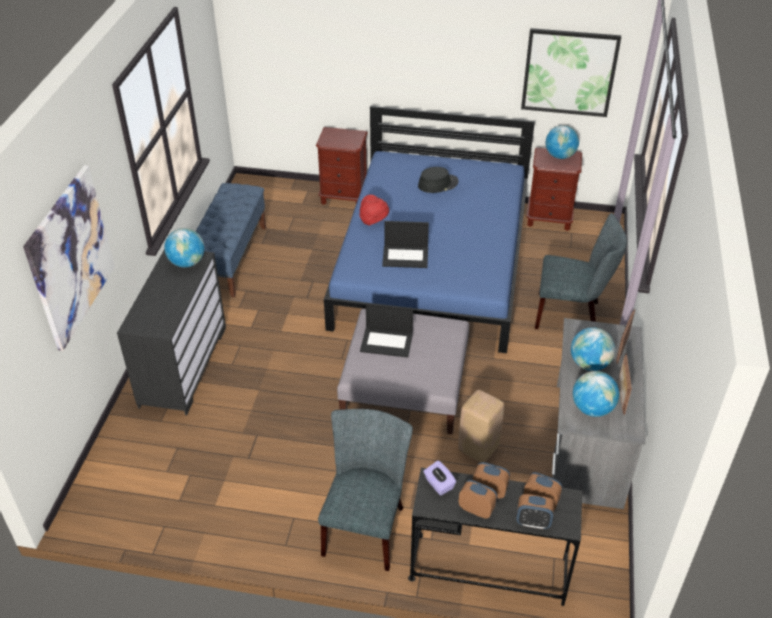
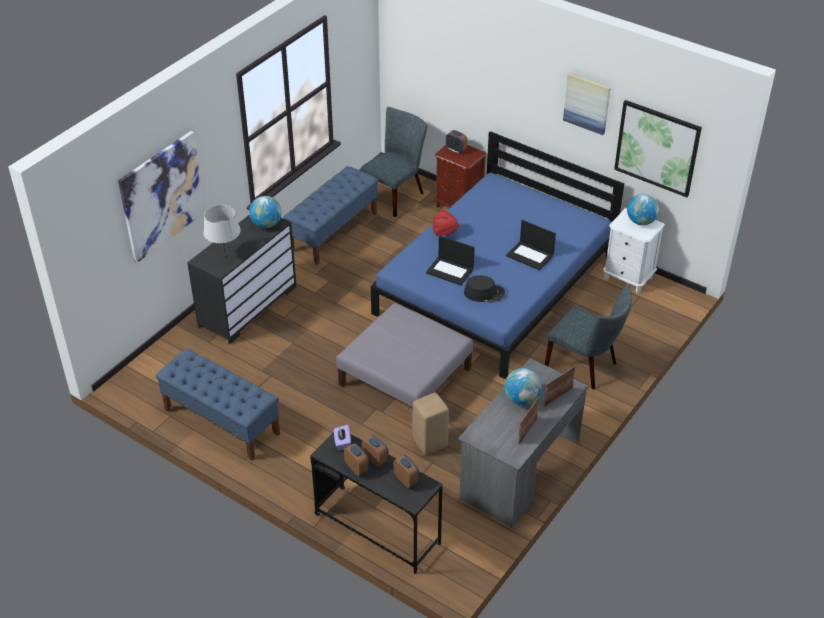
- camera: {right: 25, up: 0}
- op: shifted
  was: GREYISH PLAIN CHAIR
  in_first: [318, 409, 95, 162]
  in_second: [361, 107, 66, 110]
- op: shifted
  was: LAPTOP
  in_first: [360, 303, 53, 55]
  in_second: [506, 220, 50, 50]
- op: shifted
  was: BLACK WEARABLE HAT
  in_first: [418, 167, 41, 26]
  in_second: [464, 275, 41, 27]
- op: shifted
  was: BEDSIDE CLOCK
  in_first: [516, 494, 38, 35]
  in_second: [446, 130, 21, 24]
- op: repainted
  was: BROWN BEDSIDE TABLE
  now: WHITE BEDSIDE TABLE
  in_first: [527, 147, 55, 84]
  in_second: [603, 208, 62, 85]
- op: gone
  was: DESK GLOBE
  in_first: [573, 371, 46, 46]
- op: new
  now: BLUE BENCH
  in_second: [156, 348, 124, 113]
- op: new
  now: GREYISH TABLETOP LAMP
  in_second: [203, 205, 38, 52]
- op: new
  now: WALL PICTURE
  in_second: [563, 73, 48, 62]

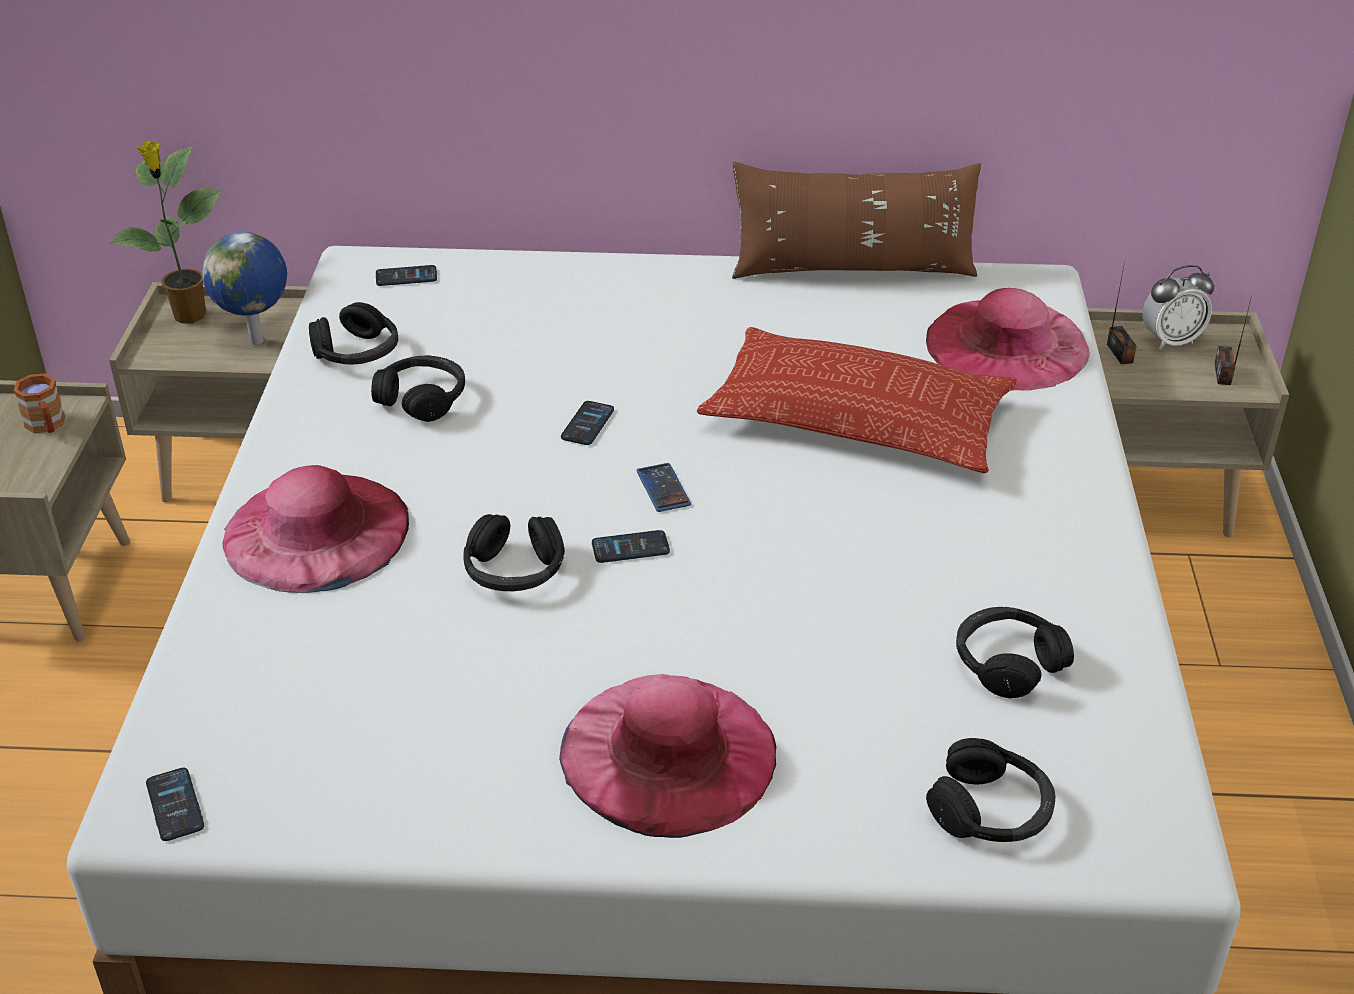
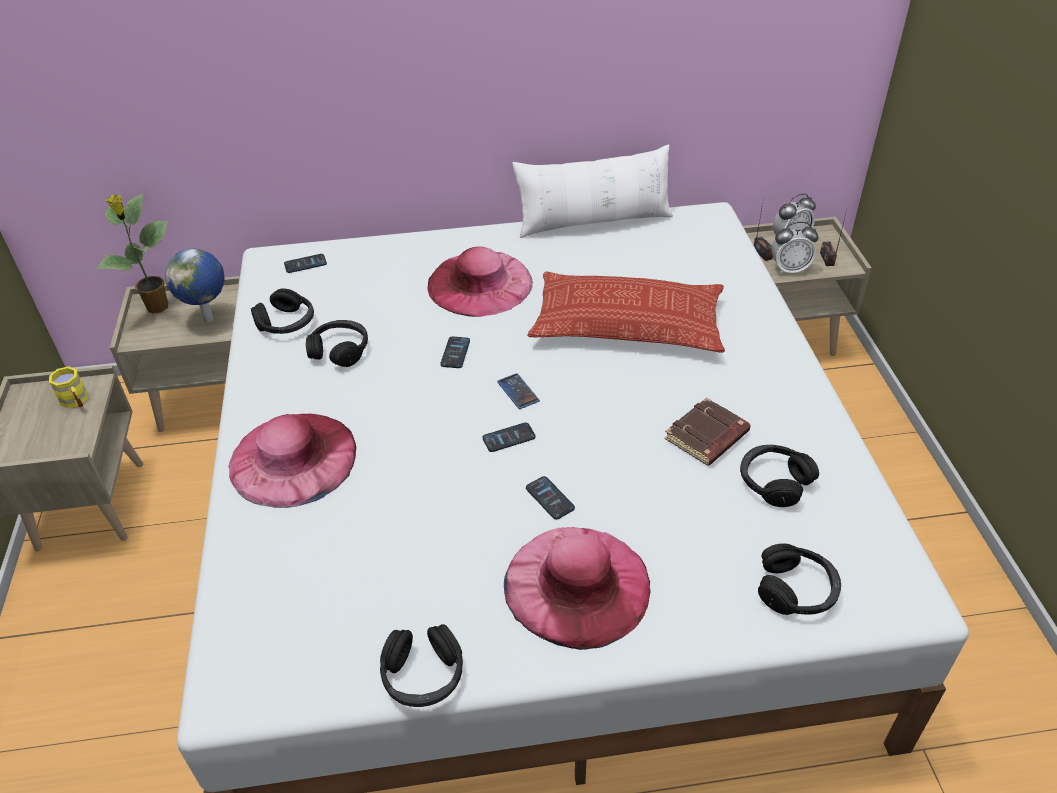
- camera: {right: -10, up: 5}
- op: repainted
  was: BROWN MUG
  now: YELLOWISH MUG
  in_first: [14, 373, 51, 60]
  in_second: [49, 366, 39, 42]
- op: shifted
  was: HANDSET
  in_first: [146, 768, 58, 73]
  in_second: [526, 476, 49, 44]
- op: shifted
  was: BLACK HEADPHONES
  in_first: [464, 514, 101, 77]
  in_second: [380, 624, 83, 83]
- op: repainted
  was: BROWN PILLOW
  now: WHITE PILLOW
  in_first: [732, 162, 249, 117]
  in_second: [512, 144, 161, 94]
- op: shifted
  was: PINK WEARABLE HAT
  in_first: [926, 288, 164, 103]
  in_second: [428, 247, 105, 70]
- op: new
  now: BROWN VOLUME
  in_second: [664, 397, 87, 68]
- op: new
  now: BEDSIDE CLOCK
  in_second: [771, 222, 47, 52]

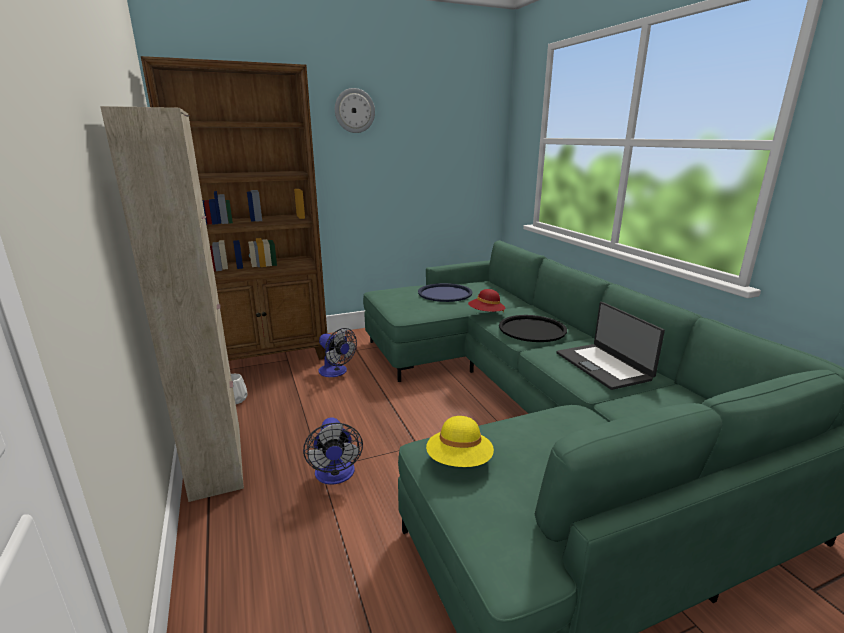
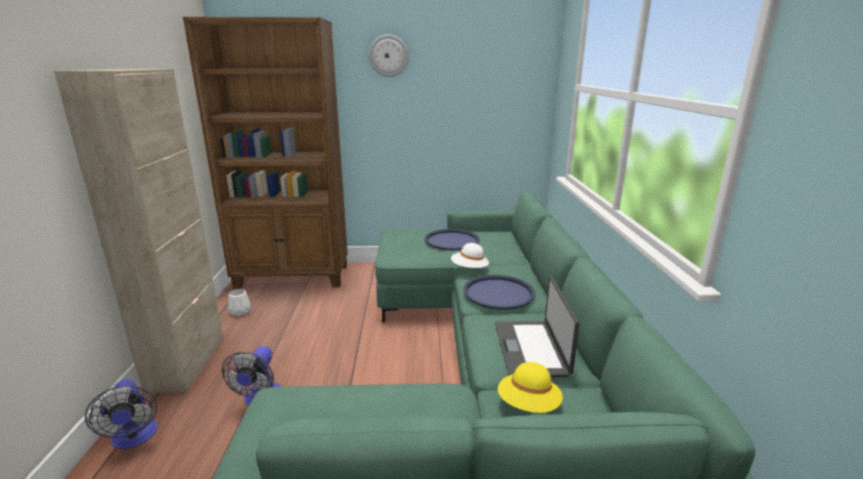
- camera: {right: 20, up: 0}
- op: shifted
  was: ELECTRIC FAN
  in_first: [318, 328, 39, 49]
  in_second: [85, 379, 73, 70]
- op: shifted
  was: YELLOWISH WEARABLE HAT
  in_first: [426, 416, 68, 51]
  in_second: [498, 362, 65, 51]
- op: repainted
  was: RED-COLOURED WEARABLE HAT
  now: WHITE WEARABLE HAT
  in_first: [468, 289, 37, 23]
  in_second: [451, 243, 38, 25]
- op: repainted
  was: BLACK CARRYING TRAY
  now: BLUE CARRYING TRAY
  in_first: [499, 315, 68, 27]
  in_second: [463, 275, 72, 35]

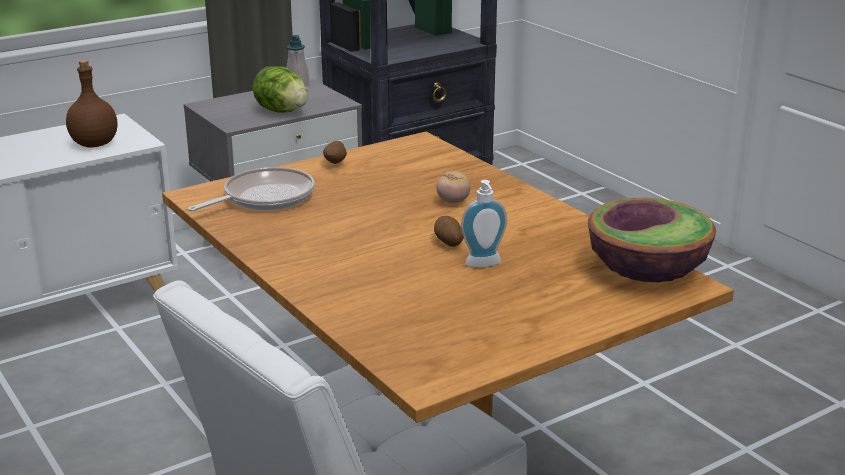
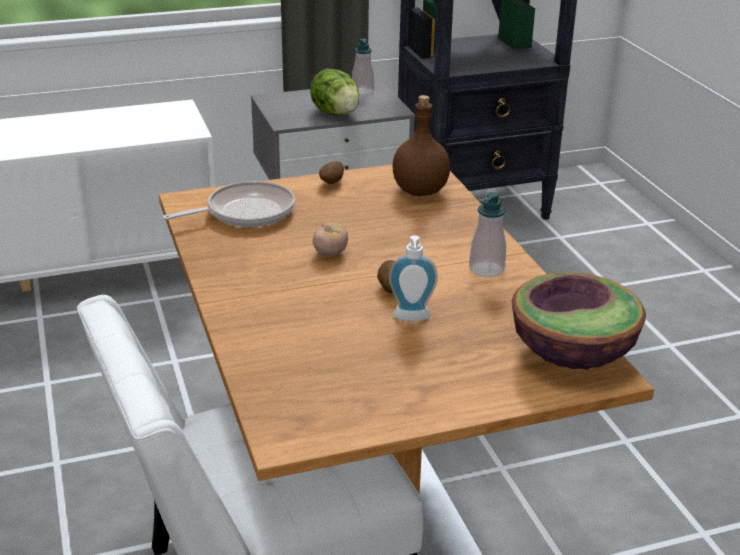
- camera: {right: 15, up: 5}
- op: shifted
  was: BROWN BEVERAGE BOTTLE
  in_first: [66, 60, 51, 87]
  in_second: [393, 95, 57, 101]
- op: shifted
  was: TOMATO
  in_first: [436, 171, 35, 33]
  in_second: [313, 222, 35, 34]
- op: new
  now: LIQUID SOAP BOTTLE
  in_second: [469, 192, 37, 85]

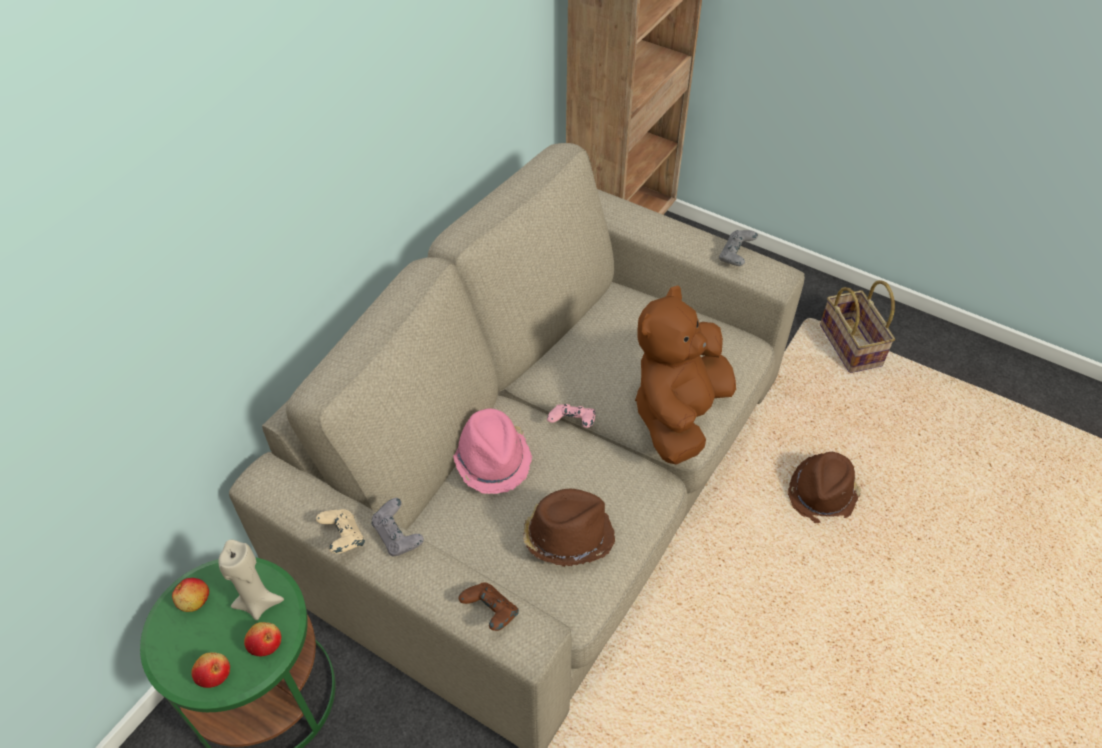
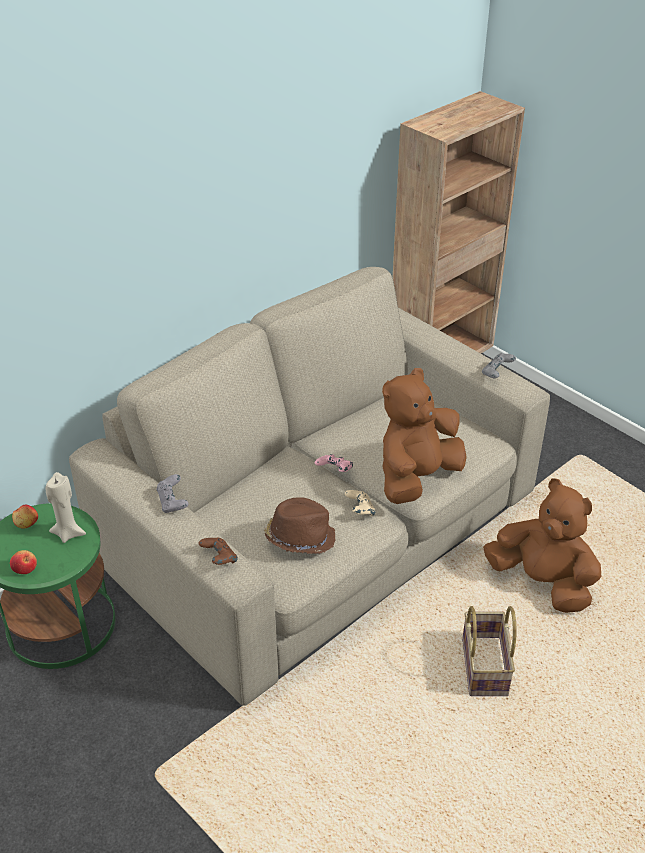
- camera: {right: 15, up: -10}
- op: gone
  was: APPLE FRUIT
  in_first: [244, 622, 37, 34]
- op: shifted
  was: BEIGE GAME CONTROLLER
  in_first: [316, 509, 49, 45]
  in_second: [345, 490, 31, 26]
- op: gone
  was: PINK WEARABLE HAT
  in_first: [453, 408, 79, 86]
- op: swapped
  was: BROWN WEARABLE HAT
  now: BROWN PLUSH TOY
  in_first: [788, 452, 73, 71]
  in_second: [483, 478, 118, 135]
- op: shifted
  was: BASKET
  in_first: [820, 280, 75, 93]
  in_second: [462, 606, 55, 90]

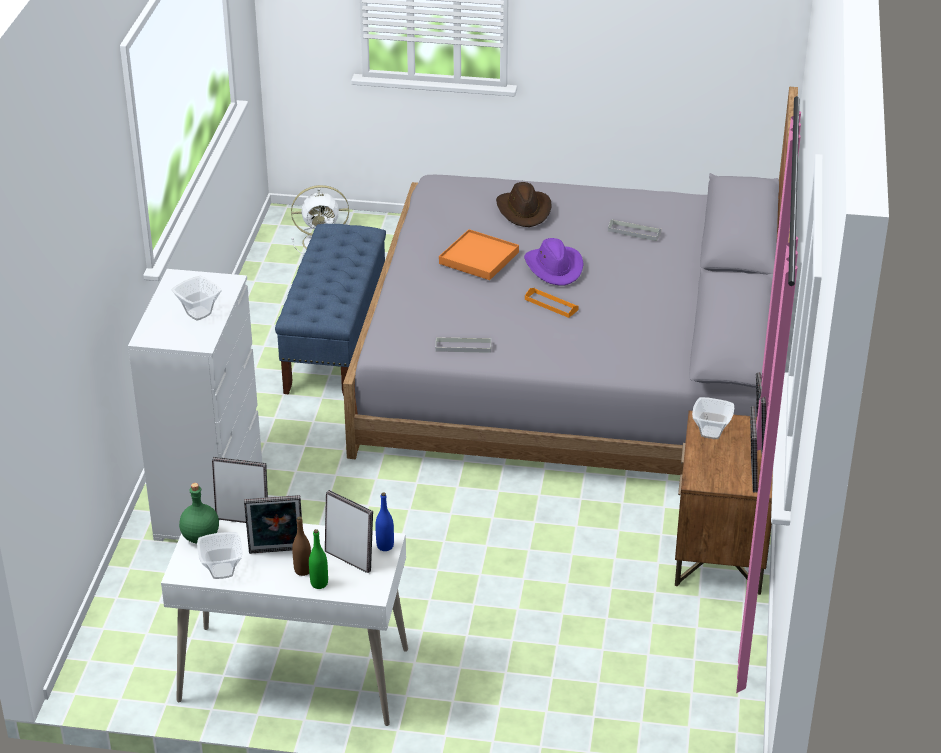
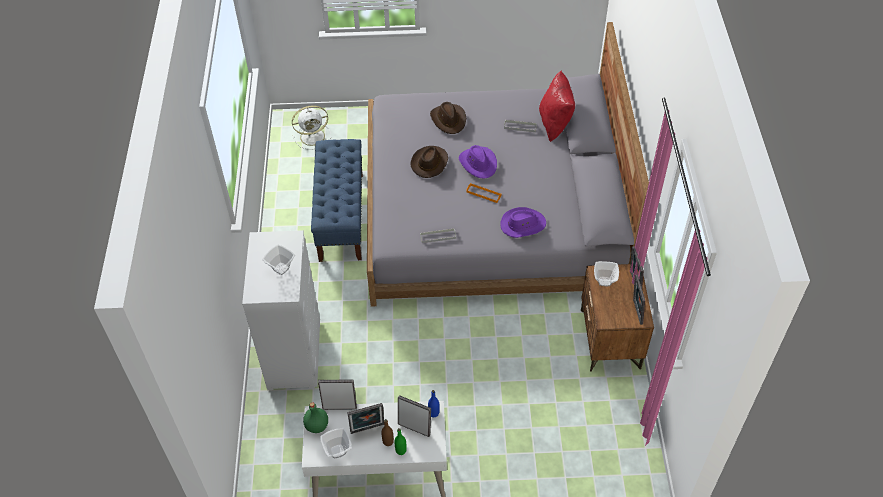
- camera: {right: -10, up: 15}
- op: swapped
  was: ORANGEY CARRYING TRAY
  now: BROWN WEARABLE HAT
  in_first: [439, 229, 80, 51]
  in_second: [410, 146, 38, 32]
- op: new
  now: PURPLISH WEARABLE HAT
  in_second: [500, 207, 46, 31]
- op: new
  now: RED-COLOURED PILLOW
  in_second: [539, 71, 36, 71]

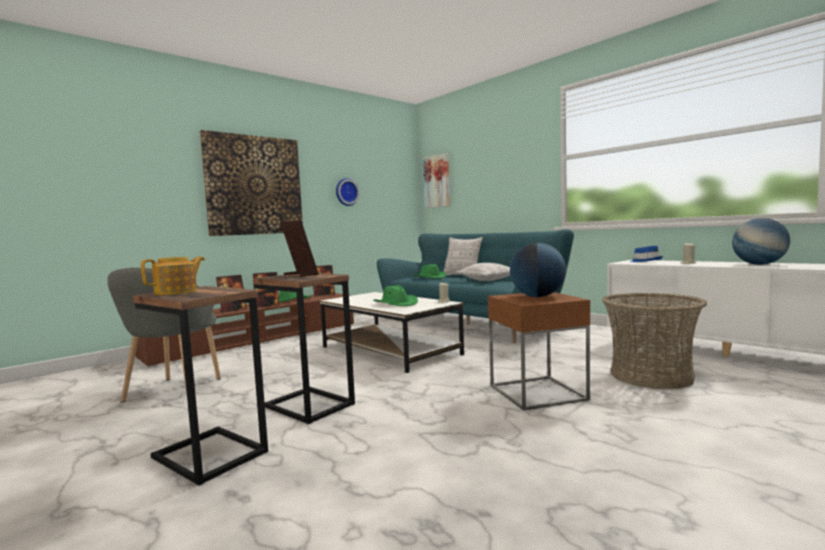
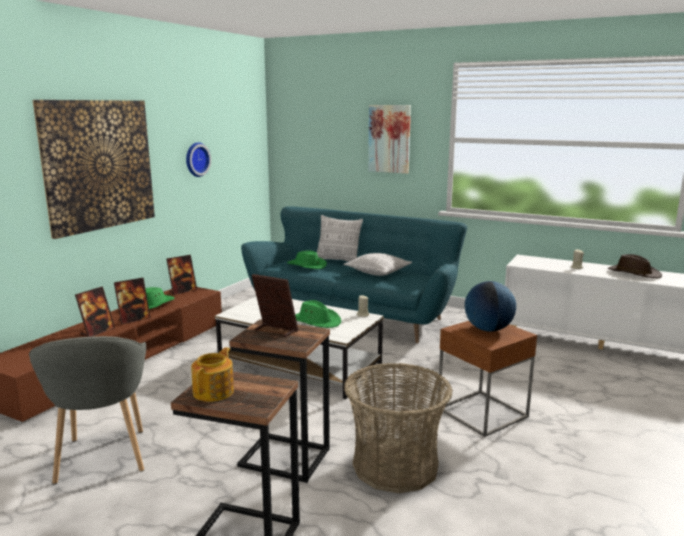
- camera: {right: -20, up: 10}
- op: shifted
  was: WALL PICTURE
  in_first: [423, 153, 27, 55]
  in_second: [368, 105, 43, 69]
- op: shifted
  was: BASKET
  in_first: [602, 293, 105, 96]
  in_second: [344, 363, 109, 130]
- op: gone
  was: BLUE WEARABLE HAT
  in_first: [629, 246, 34, 16]
- op: swapped
  was: DESK GLOBE
  now: BROWN WEARABLE HAT
  in_first: [732, 218, 58, 47]
  in_second: [608, 254, 54, 24]

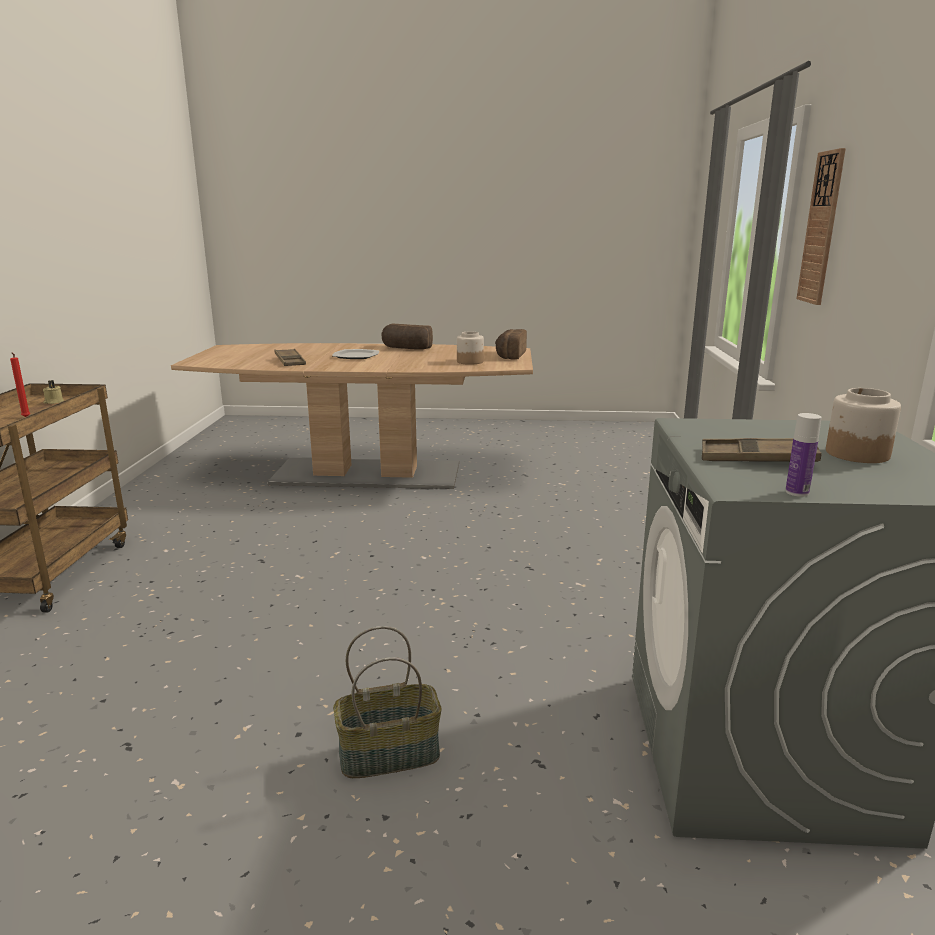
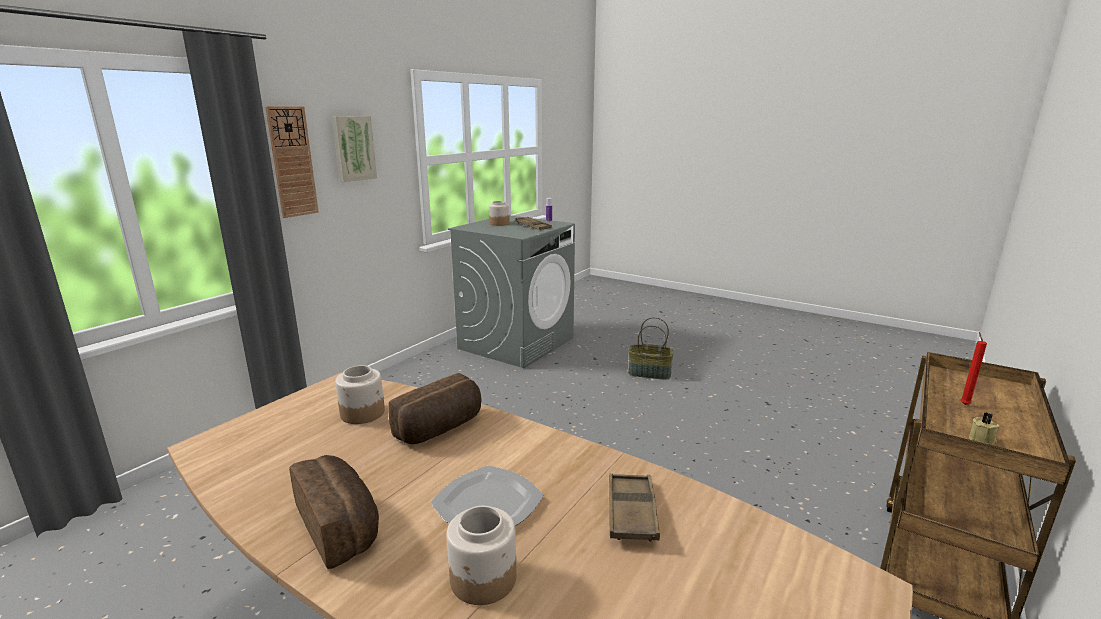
- camera: {right: -150, up: 0}
- op: shifted
  was: BAKERY BREAD
  in_first: [495, 329, 32, 31]
  in_second: [388, 373, 94, 71]
- op: new
  now: WALL PICTURE
  in_second: [332, 116, 45, 66]
- op: new
  now: STORAGE JAR
  in_second: [447, 506, 70, 99]

